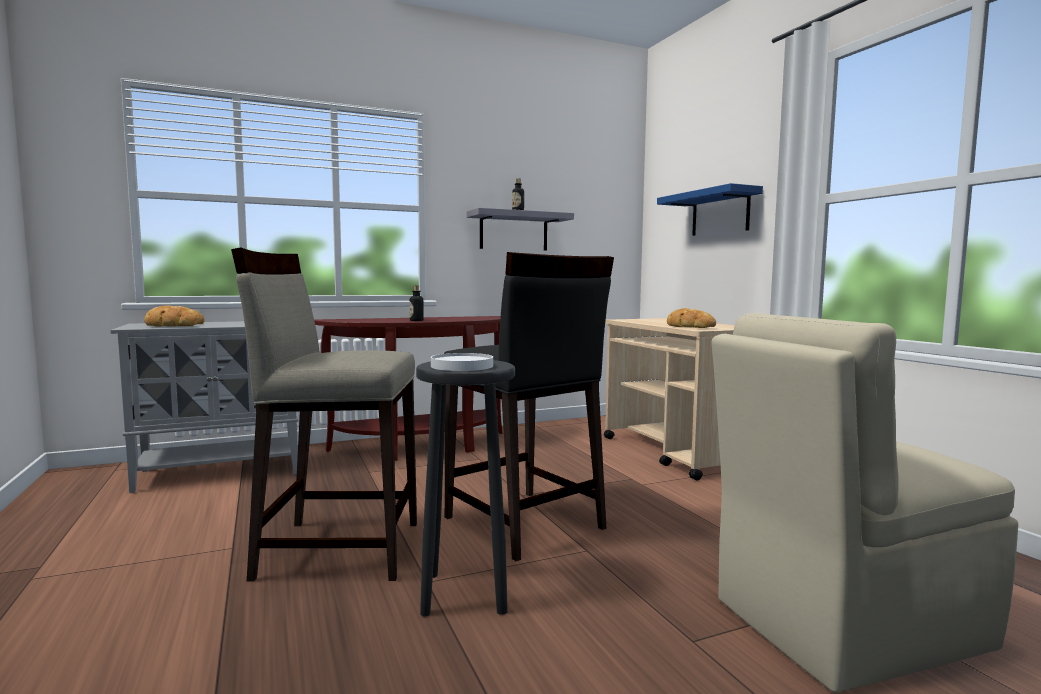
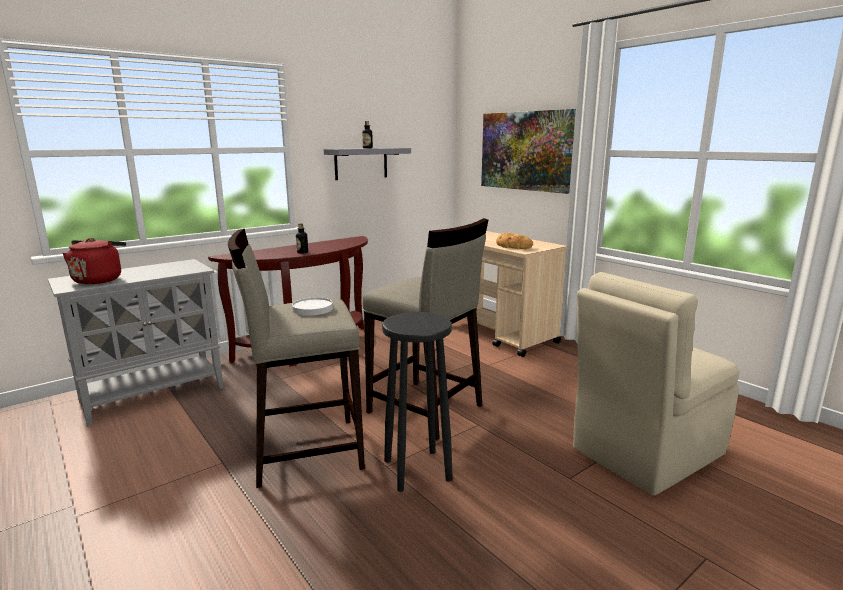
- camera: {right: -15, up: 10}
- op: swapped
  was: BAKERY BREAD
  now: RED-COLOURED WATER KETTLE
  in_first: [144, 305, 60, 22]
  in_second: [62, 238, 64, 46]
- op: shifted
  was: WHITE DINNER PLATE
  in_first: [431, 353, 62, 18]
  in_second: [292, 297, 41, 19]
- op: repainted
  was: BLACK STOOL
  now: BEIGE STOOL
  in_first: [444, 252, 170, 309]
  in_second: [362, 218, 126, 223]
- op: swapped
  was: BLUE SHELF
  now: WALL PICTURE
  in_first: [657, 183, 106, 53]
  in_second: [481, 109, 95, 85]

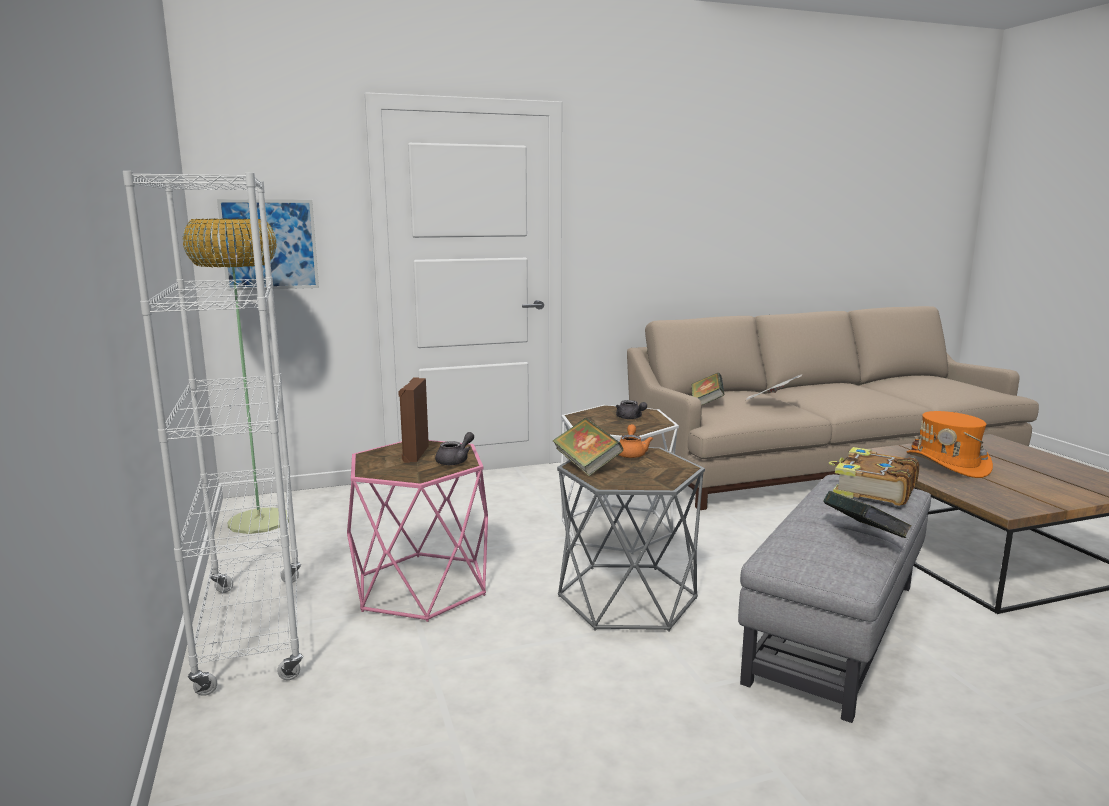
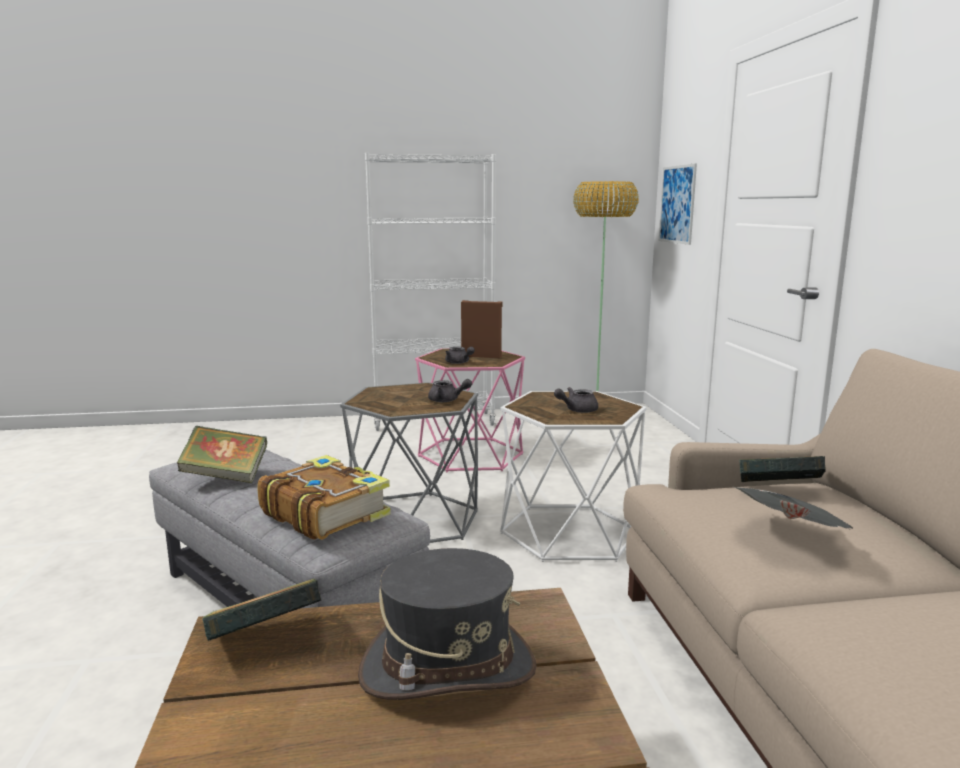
- camera: {right: 100, up: 0}
- op: shifted
  was: VOLUME
  in_first: [553, 418, 70, 58]
  in_second: [202, 578, 119, 63]
- op: repainted
  was: ORANGEY POT FOR TEA
  now: GREYISH POT FOR TEA
  in_first: [619, 424, 34, 34]
  in_second: [428, 379, 44, 23]
- op: repainted
  was: ORANGEY WEARABLE HAT
  now: GREYISH WEARABLE HAT
  in_first: [907, 411, 86, 67]
  in_second: [358, 548, 179, 152]

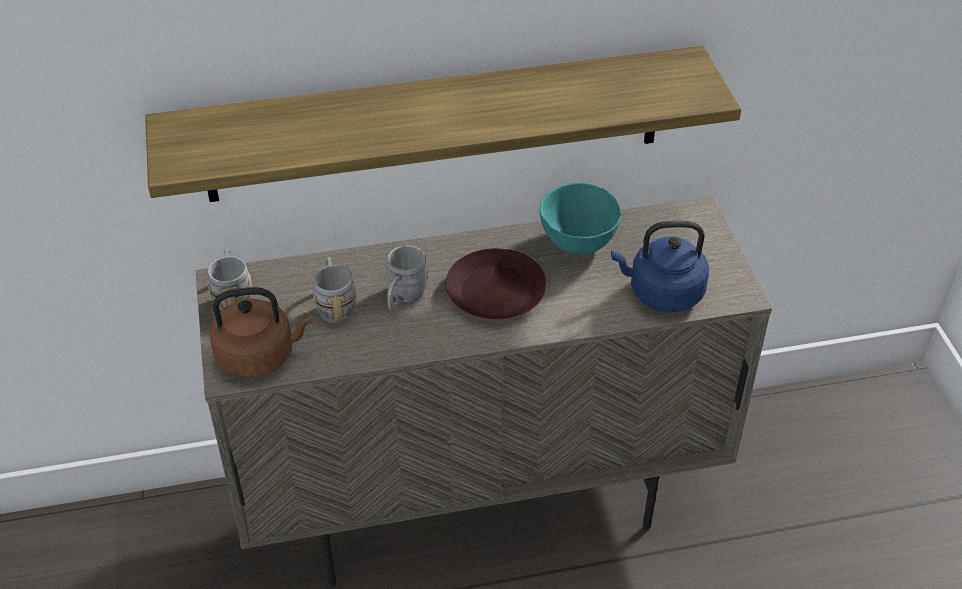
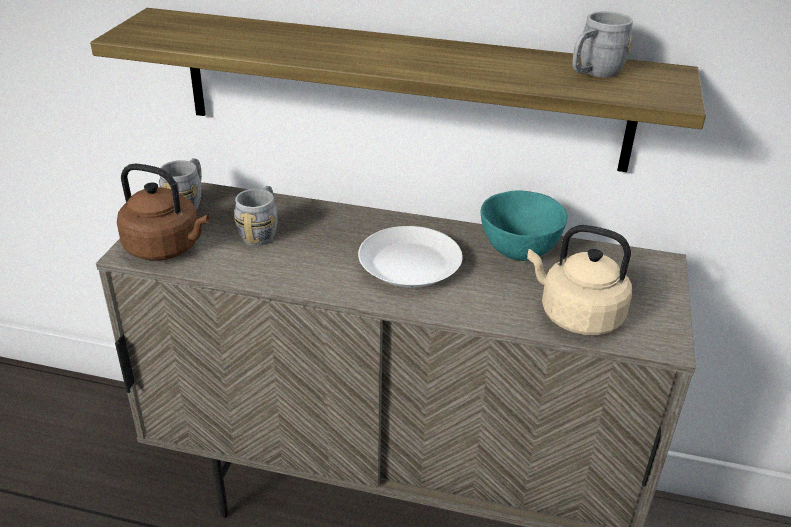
- camera: {right: 25, up: -10}
- op: shifted
  was: GREYISH MUG
  in_first: [386, 245, 43, 65]
  in_second: [573, 11, 60, 67]
- op: repainted
  was: BROWN DINNER PLATE
  now: WHITE DINNER PLATE
  in_first: [446, 248, 101, 71]
  in_second: [358, 226, 105, 62]
- op: repainted
  was: BLUE WATER KETTLE
  now: BEIGE WATER KETTLE
  in_first: [611, 221, 98, 91]
  in_second: [527, 225, 105, 110]

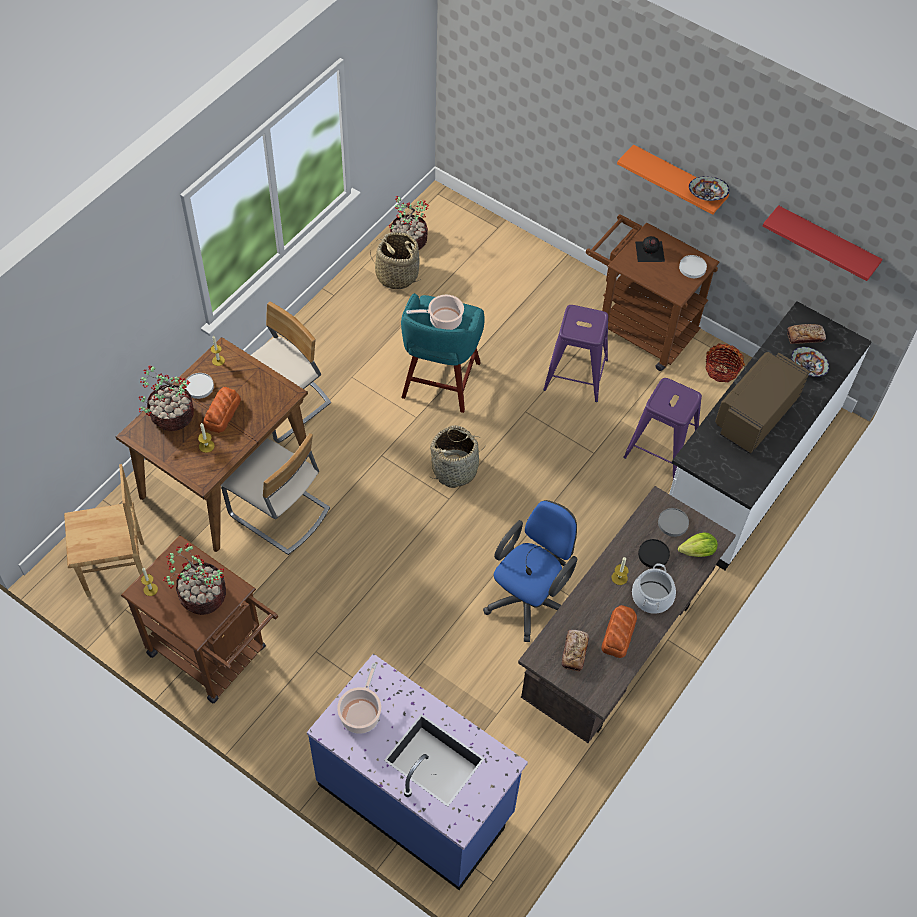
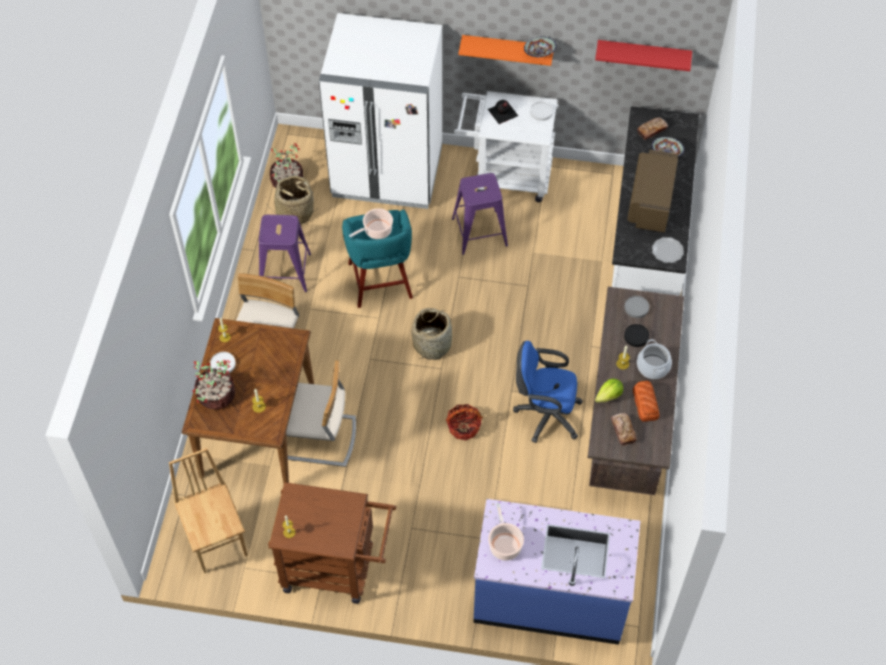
- camera: {right: -25, up: 0}
- op: rotated
  was: BROWN PLAIN CHAIR
  in_first: [64, 464, 80, 133]
  in_second: [169, 448, 78, 125]
  clockwise: -75
- op: gone
  was: POTTED PLANT
  in_first: [163, 543, 63, 72]
- op: gone
  was: BAKERY BREAD
  in_first: [203, 387, 38, 46]
- op: rotated
  was: BLUE OFFICE CHAIR
  in_first: [483, 500, 94, 142]
  in_second: [513, 341, 70, 102]
  clockwise: -90
- op: repainted
  was: BROWN WHEELED CART
  now: WHITE WHEELED CART
  in_first: [586, 214, 133, 157]
  in_second: [454, 91, 105, 111]
- op: shifted
  was: PURPLISH STOOL
  in_first: [623, 378, 79, 101]
  in_second: [259, 215, 52, 77]
- op: shifted
  was: LETTUCE
  in_first: [678, 532, 40, 25]
  in_second: [595, 379, 28, 24]
- op: shifted
  was: BASKET
  in_first: [705, 343, 40, 39]
  in_second: [446, 404, 37, 36]
- op: new
  now: WHITE REFRIGERATOR
  in_second: [319, 13, 123, 196]
- op: new
  now: DINNER PLATE
  in_second: [652, 237, 32, 26]

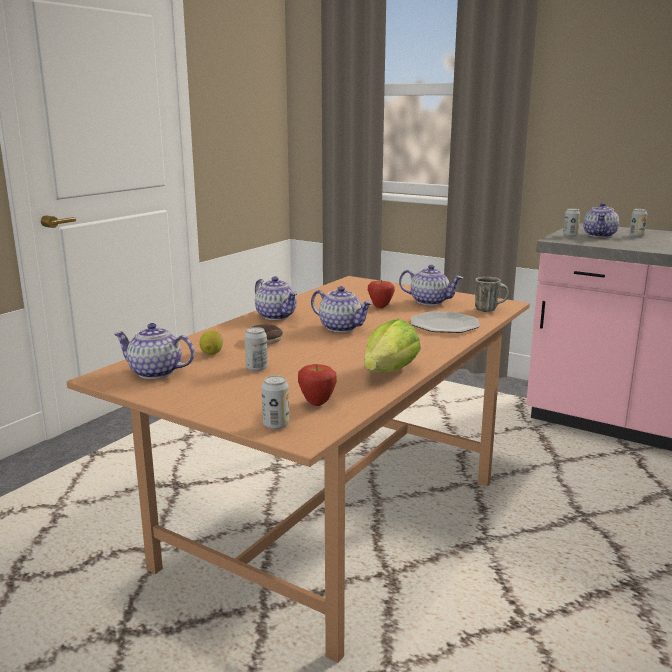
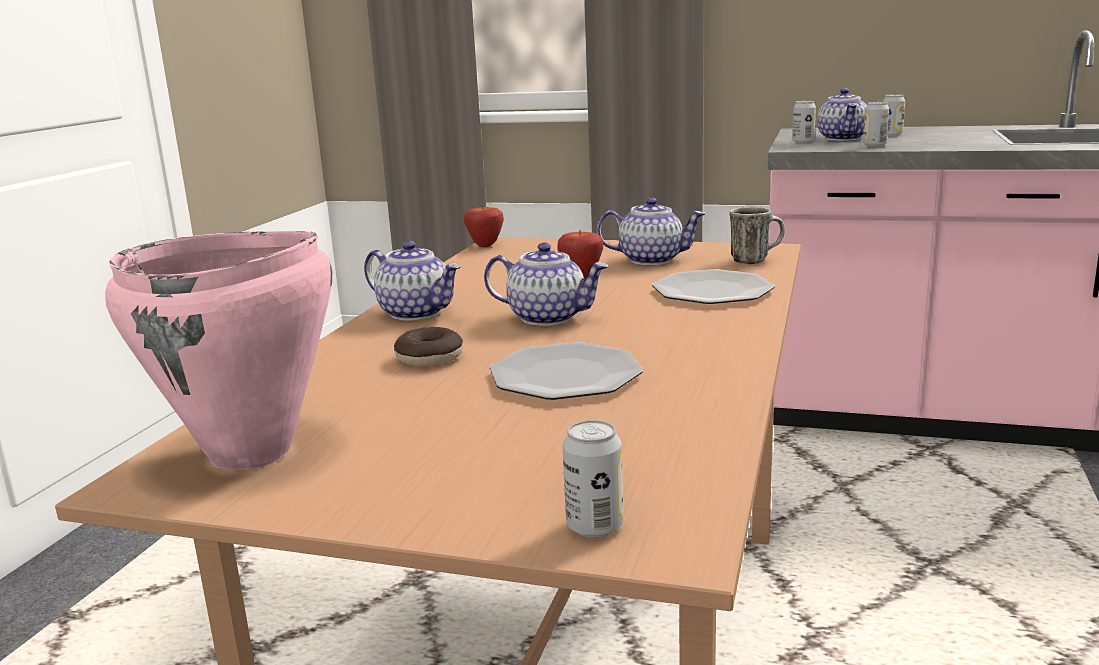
- camera: {right: -15, up: 0}
- op: swapped
  was: POT FOR TEA
  now: PINK SAUCEPOT
  in_first: [114, 323, 81, 56]
  in_second: [105, 231, 228, 239]
- op: gone
  was: LEMON
  in_first: [199, 330, 24, 25]
- op: shifted
  was: CAN
  in_first: [244, 327, 24, 44]
  in_second: [863, 102, 26, 45]
- op: shifted
  was: APPLE FRUIT
  in_first: [298, 364, 39, 42]
  in_second: [464, 205, 40, 42]
- op: gone
  was: LETTUCE
  in_first: [364, 319, 57, 54]
- op: new
  now: DINNER PLATE
  in_second: [490, 342, 153, 58]

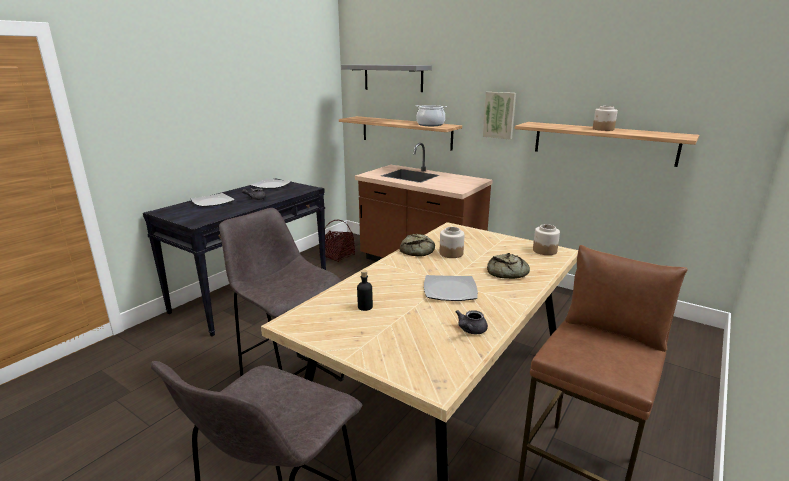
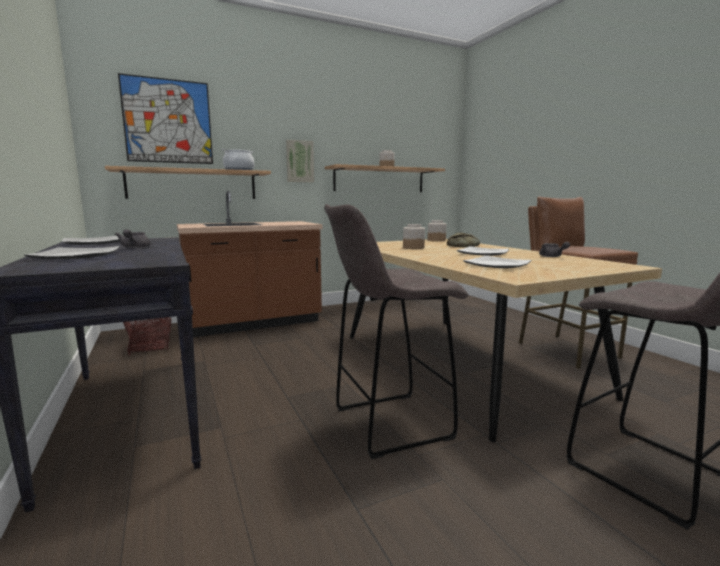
- camera: {right: -60, up: -10}
- op: swapped
  was: GREYISH SHELF
  now: WALL PICTURE
  in_first: [341, 64, 91, 28]
  in_second: [118, 73, 95, 91]
- op: swapped
  was: BLACK BEVERAGE BOTTLE
  now: DINNER PLATE
  in_first: [357, 270, 16, 41]
  in_second: [463, 256, 69, 12]
- op: gone
  was: BAKERY BREAD
  in_first: [400, 234, 35, 23]

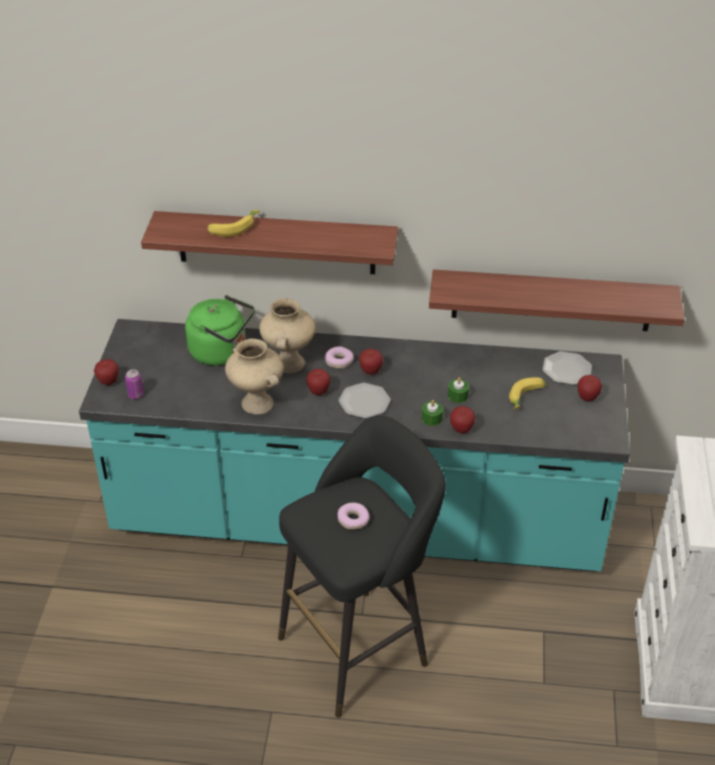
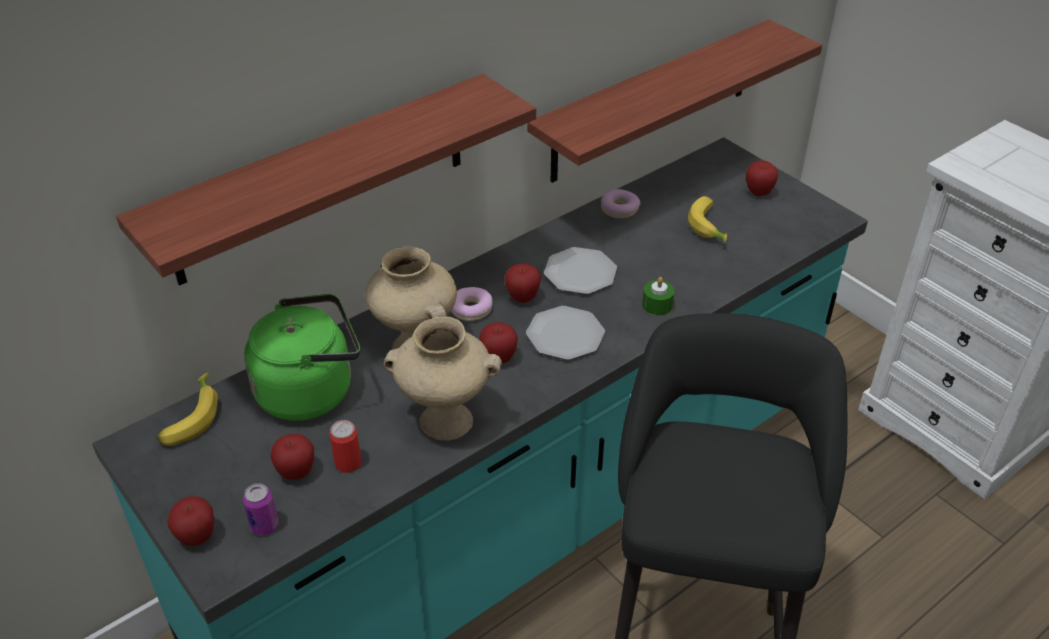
- camera: {right: -45, up: 0}
- op: shifted
  was: BANANA
  in_first: [207, 210, 53, 27]
  in_second: [156, 373, 62, 73]
- op: shifted
  was: RING DOUGHNUT
  in_first: [337, 503, 33, 27]
  in_second: [601, 189, 40, 29]
- op: gone
  was: GREEN WAX CANDLE
  in_first: [448, 377, 21, 26]
- op: shifted
  was: APPLE FRUIT
  in_first: [450, 406, 26, 27]
  in_second: [270, 434, 44, 46]
- op: shifted
  was: DINNER PLATE
  in_first: [542, 351, 50, 34]
  in_second: [544, 247, 73, 47]
- op: new
  now: CAN
  in_second: [330, 420, 32, 53]

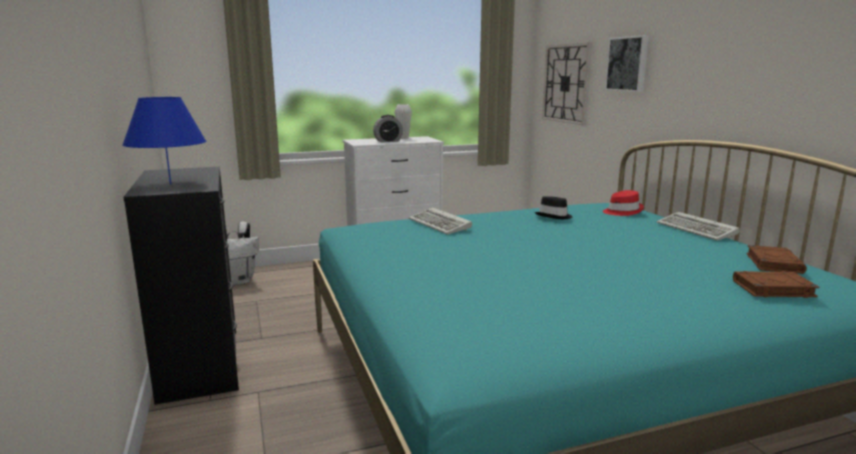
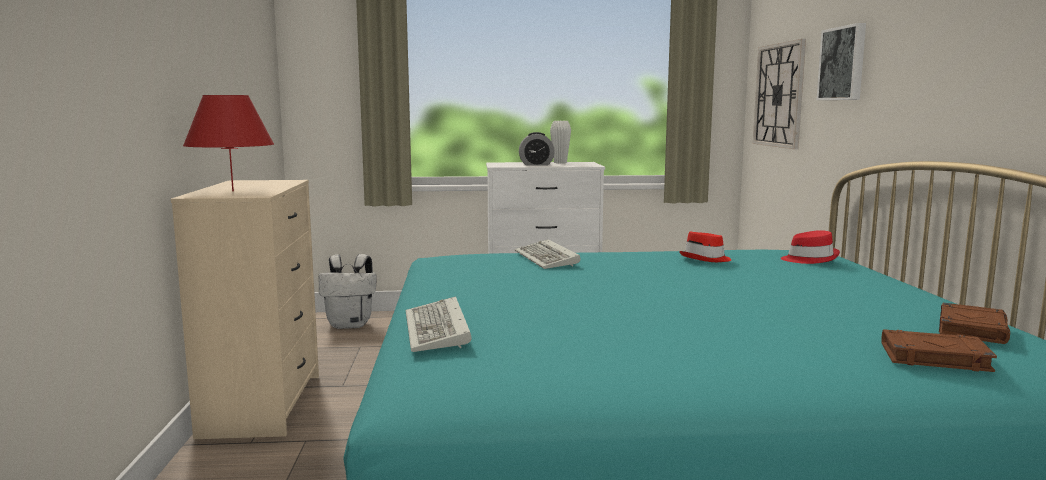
- camera: {right: 15, up: -5}
- op: repainted
  was: BLUE TABLETOP LAMP
  now: RED-COLOURED TABLETOP LAMP
  in_first: [122, 97, 84, 87]
  in_second: [183, 95, 91, 96]
- op: repainted
  was: BLACK DRESSER
  now: BEIGE DRESSER
  in_first: [123, 167, 116, 238]
  in_second: [171, 180, 148, 259]
- op: repainted
  was: BLACK WEARABLE HAT
  now: RED-COLOURED WEARABLE HAT
  in_first: [535, 196, 38, 23]
  in_second: [679, 231, 52, 31]
- op: shifted
  was: PC KEYBOARD
  in_first: [657, 212, 82, 29]
  in_second: [406, 296, 66, 56]

